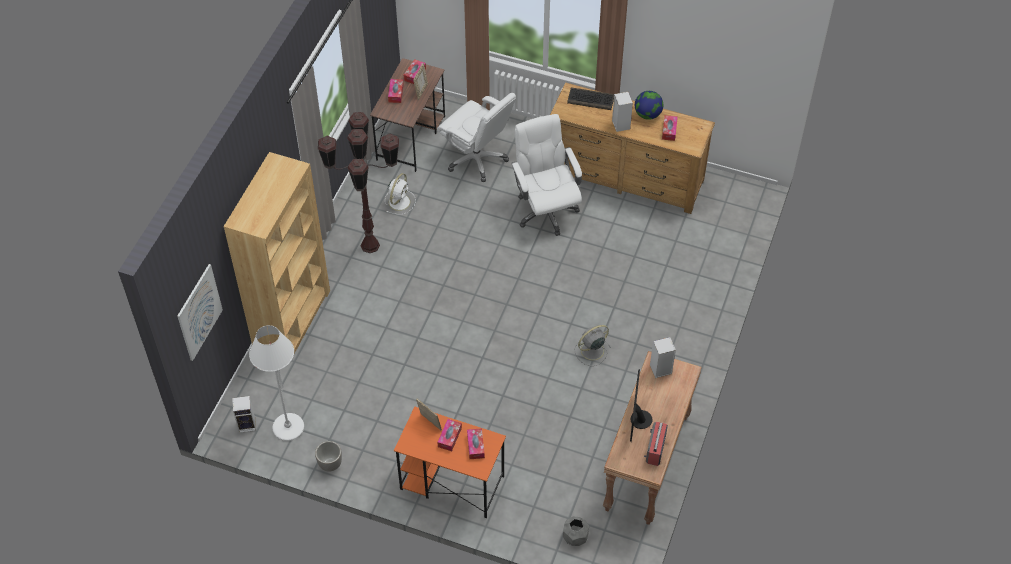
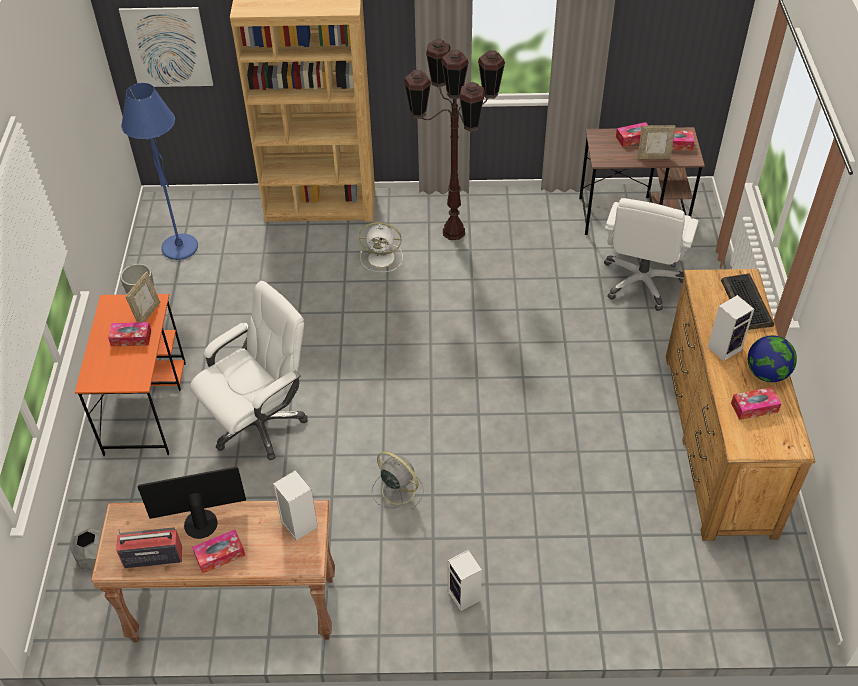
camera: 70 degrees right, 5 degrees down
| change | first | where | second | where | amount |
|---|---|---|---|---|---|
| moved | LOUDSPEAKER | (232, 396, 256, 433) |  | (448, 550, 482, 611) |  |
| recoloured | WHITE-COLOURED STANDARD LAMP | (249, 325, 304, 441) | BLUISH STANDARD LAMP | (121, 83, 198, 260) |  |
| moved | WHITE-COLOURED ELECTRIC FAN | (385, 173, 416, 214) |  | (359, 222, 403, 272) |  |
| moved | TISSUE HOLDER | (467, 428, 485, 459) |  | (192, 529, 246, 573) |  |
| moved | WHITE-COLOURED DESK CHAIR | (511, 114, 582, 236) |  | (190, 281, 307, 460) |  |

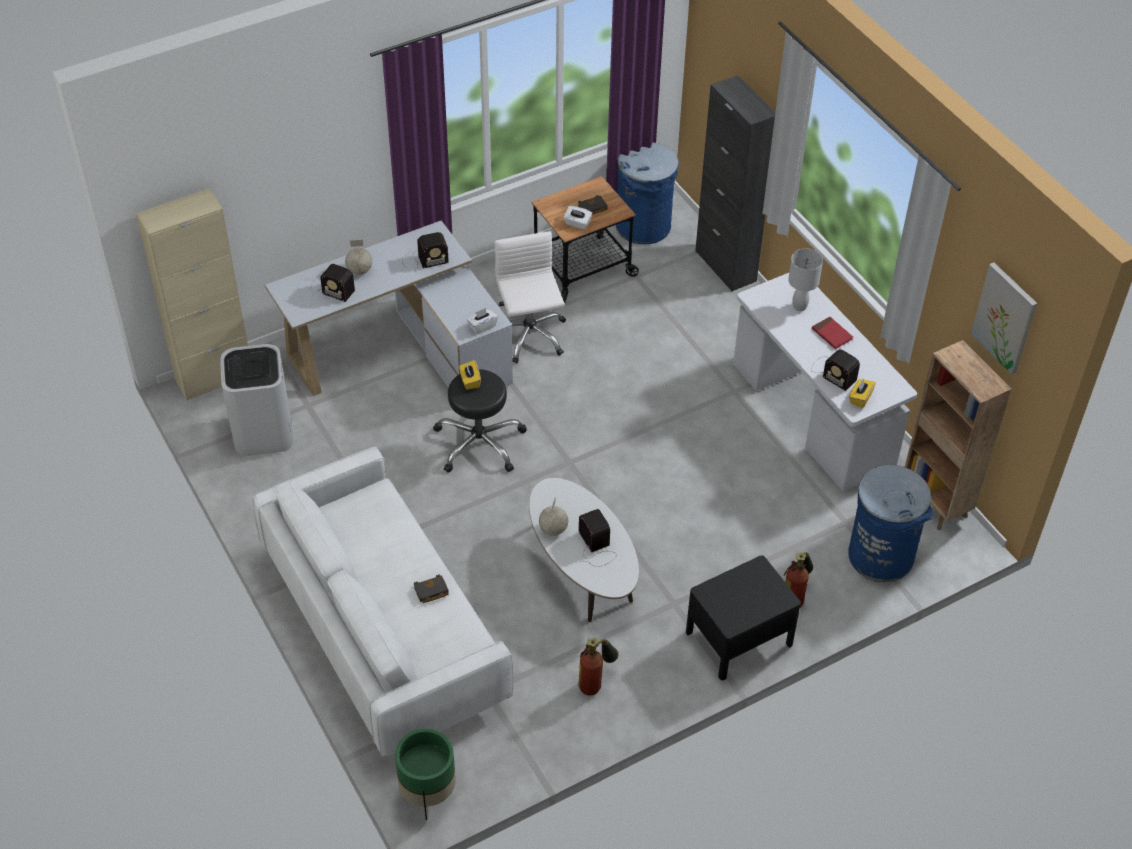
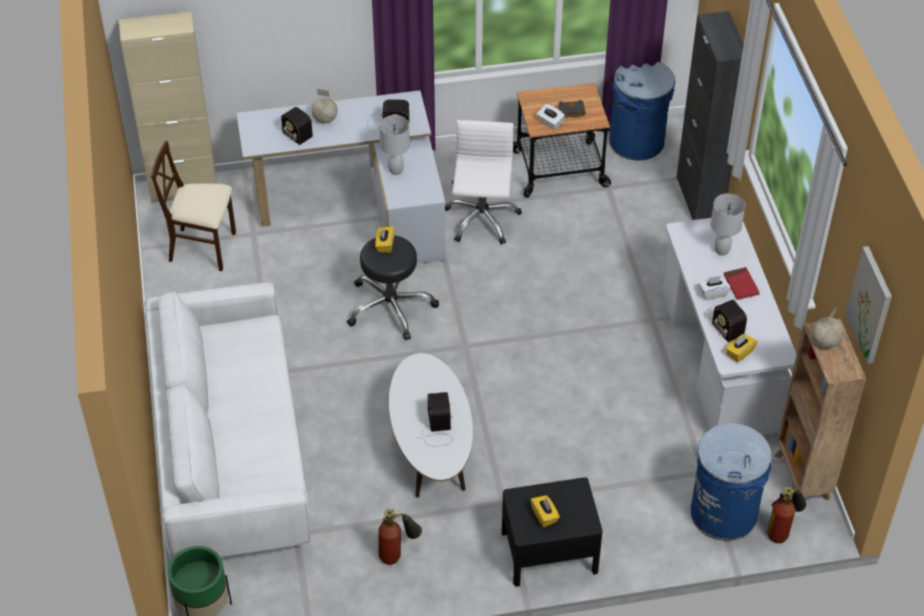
camera: 20 degrees right, 0 degrees up
| change | first | where | second | where | amount |
|---|---|---|---|---|---|
| replaced | WHITE-COLOURED WASTE BIN | (220, 344, 293, 456) | BEIGE-COLOURED CHAIR | (151, 141, 236, 271) |  |
| removed | BLACK BOOK | (414, 574, 449, 603) |  |  |  |
| moved | WHITE-COLOURED TISSUE HOLDER | (467, 308, 498, 334) |  | (699, 276, 731, 300) |  |
| moved | DESK GLOBE | (539, 496, 568, 536) |  | (812, 308, 844, 348) |  |
| moved | FIRE-FIGHTING CYLINDER | (784, 552, 813, 608) |  | (767, 487, 806, 543) |  |
| added |  |  | WHITE-COLOURED TABLE LAMP | (379, 115, 410, 175) |  |
| added |  |  | YELLOW TISSUE HOLDER | (531, 495, 560, 527) |  |

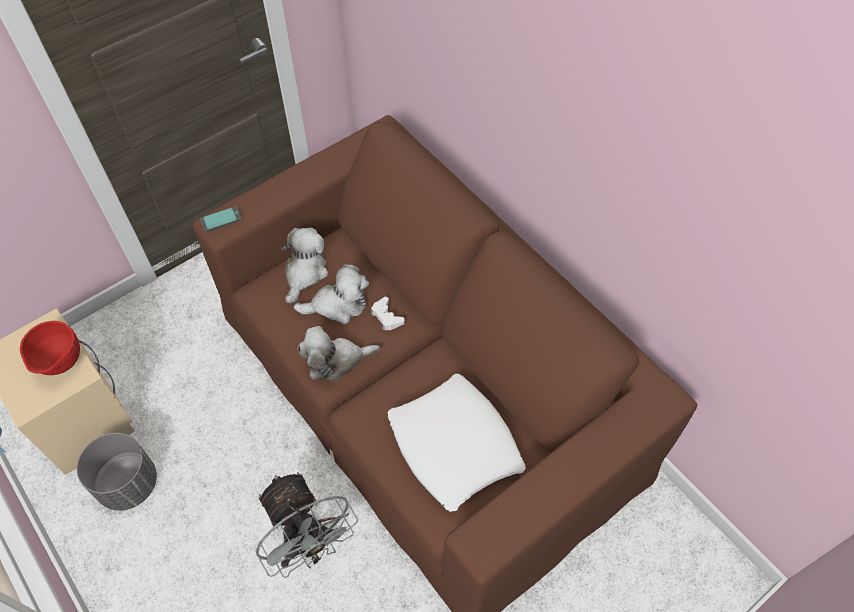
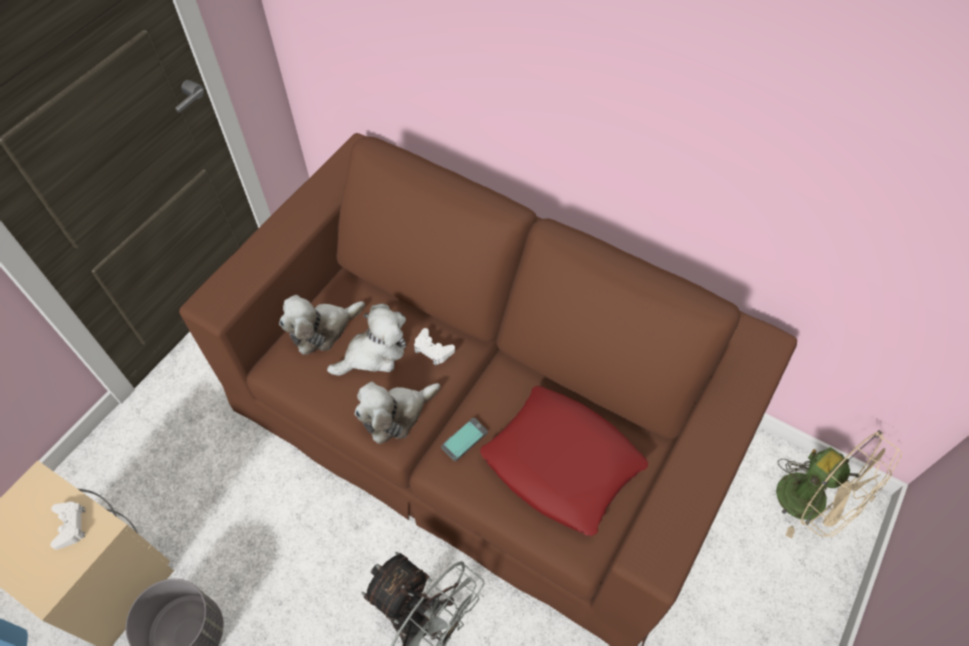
camera: 20 degrees left, 0 degrees up
| change | first | where | second | where | amount |
|---|---|---|---|---|---|
| replaced | RED-COLOURED BOWL | (20, 321, 80, 375) | WHITE-COLOURED GAMEPAD | (50, 501, 85, 550) |  |
| moved | TELEPHONE | (200, 206, 242, 232) |  | (441, 418, 488, 461) |  |
| turned | PLUSH TOY | (281, 227, 328, 304) |  | (279, 295, 365, 355) | 120 degrees counterclockwise |
| recoloured | WHITE-COLOURED THROW PILLOW | (388, 374, 526, 512) | RED-COLOURED THROW PILLOW | (480, 386, 648, 536) |  |
| added |  |  | BEIGE-COLOURED ELECTRIC FAN | (776, 430, 902, 538) |  |

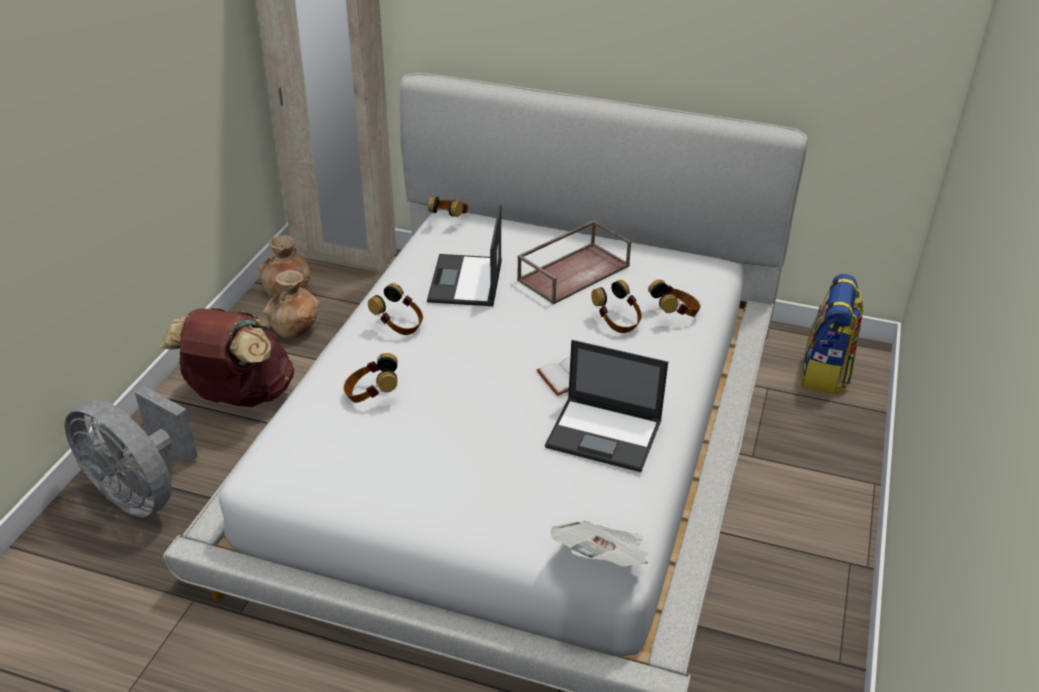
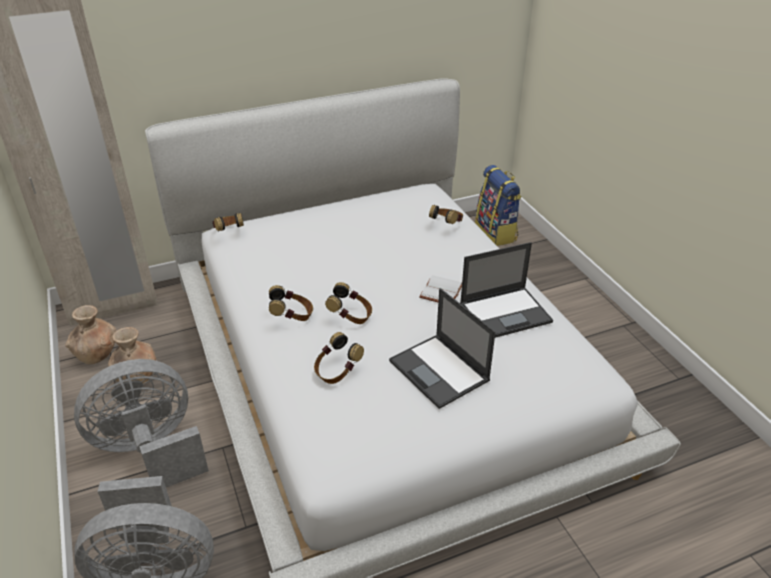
camera: 40 degrees left, 0 degrees up
| change | first | where | second | where | amount |
|---|---|---|---|---|---|
| replaced | BROWN BACKPACK | (160, 307, 294, 407) | GRAY ELECTRIC FAN | (74, 359, 209, 487) |  |
| moved | PORTABLE COMPUTER | (427, 204, 502, 306) |  | (389, 288, 496, 409) |  |
| removed | BROWN TRAY | (517, 220, 631, 305) |  |  |  |
| removed | DAILY PAPER | (551, 520, 648, 567) |  |  |  |
| moved | PAIR OF HEADPHONES | (591, 280, 642, 333) |  | (325, 282, 372, 324) |  |

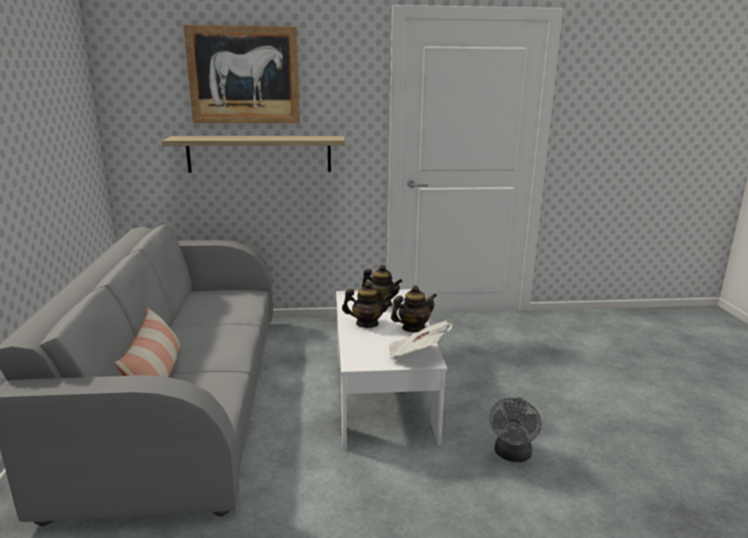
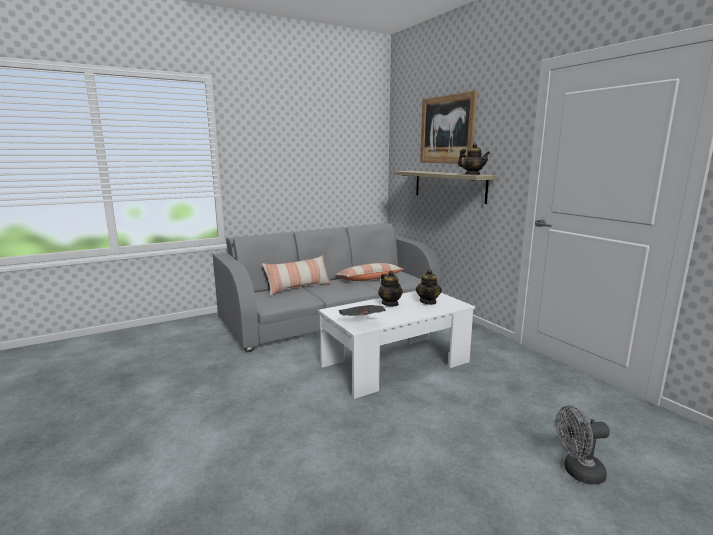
camera: 65 degrees right, 5 degrees down
| change | first | where | second | where | amount |
|---|---|---|---|---|---|
| moved | POT FOR TEA | (391, 285, 437, 332) |  | (458, 143, 490, 175) |  |
| moved | GRAY ELECTRIC FAN | (489, 397, 542, 462) |  | (556, 405, 610, 485) |  |
| added |  |  | THROW PILLOW | (335, 263, 404, 281) |  |

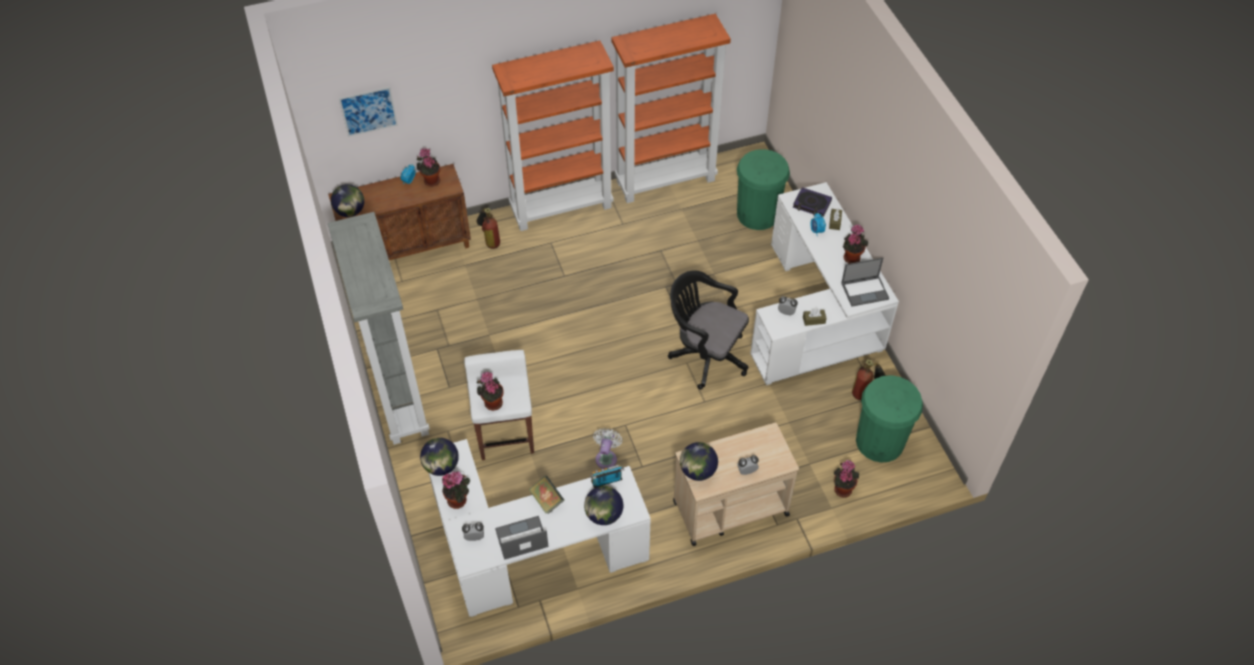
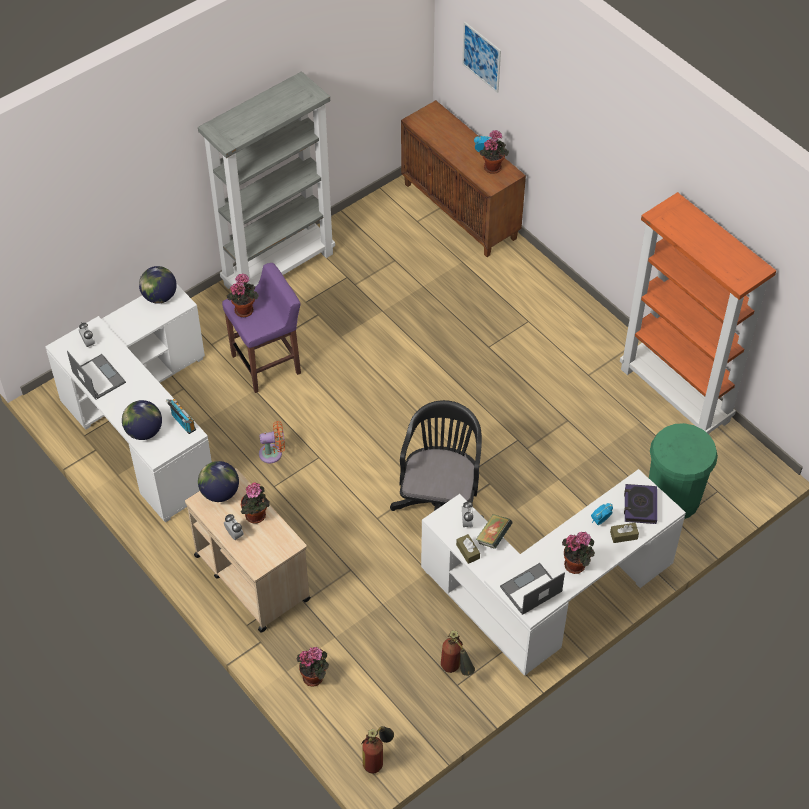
camera: 70 degrees right, 0 degrees up
| change | first | where | second | where | amount |
|---|---|---|---|---|---|
| removed | DESK GLOBE | (331, 184, 364, 217) |  |  |  |
| moved | HOUSEPLANT | (442, 472, 470, 509) |  | (241, 482, 270, 524) |  |
| recoloured | WHITE-COLOURED SITTING STOOL | (464, 350, 534, 460) | PURPLE-COLOURED SITTING STOOL | (222, 263, 301, 393) |  |
| moved | FIRE-FIGHTING CYLINDER | (477, 208, 500, 249) |  | (361, 726, 394, 774) |  |
| removed | ORANGEY BOOKSHELF | (492, 40, 614, 231) |  |  |  |
| moved | BOOK | (529, 476, 564, 514) |  | (476, 514, 513, 549) |  |
| recoloured | WHITE-COLOURED ELECTRIC FAN | (593, 428, 622, 469) | ORANGEY ELECTRIC FAN | (259, 421, 285, 463) |  |
| turned | PORTABLE COMPUTER | (841, 258, 889, 307) |  | (500, 563, 565, 615) | 90 degrees clockwise |
| removed | GREEN WASTE BIN | (856, 375, 923, 462) |  |  |  |

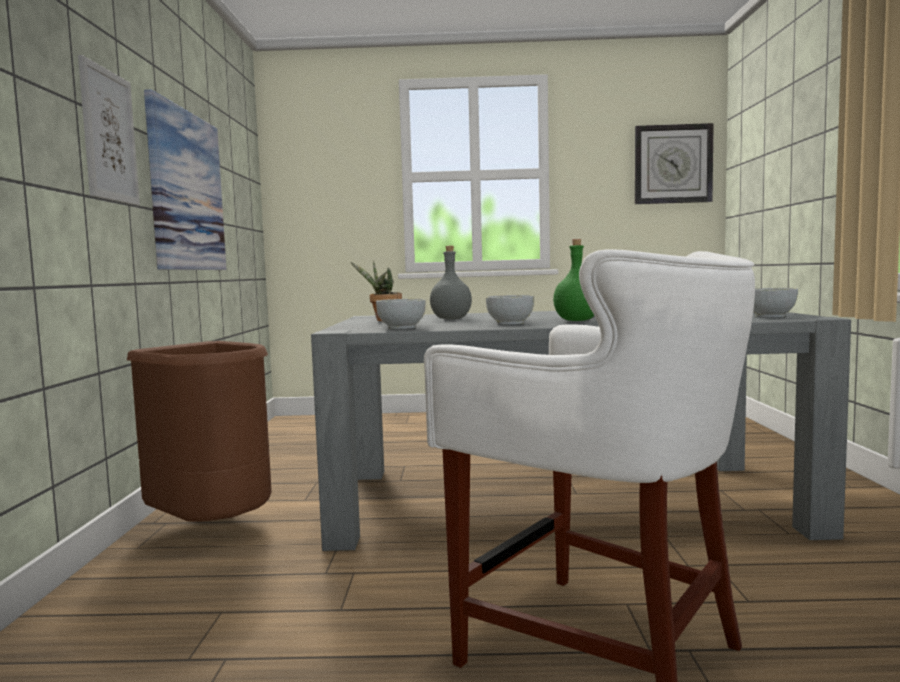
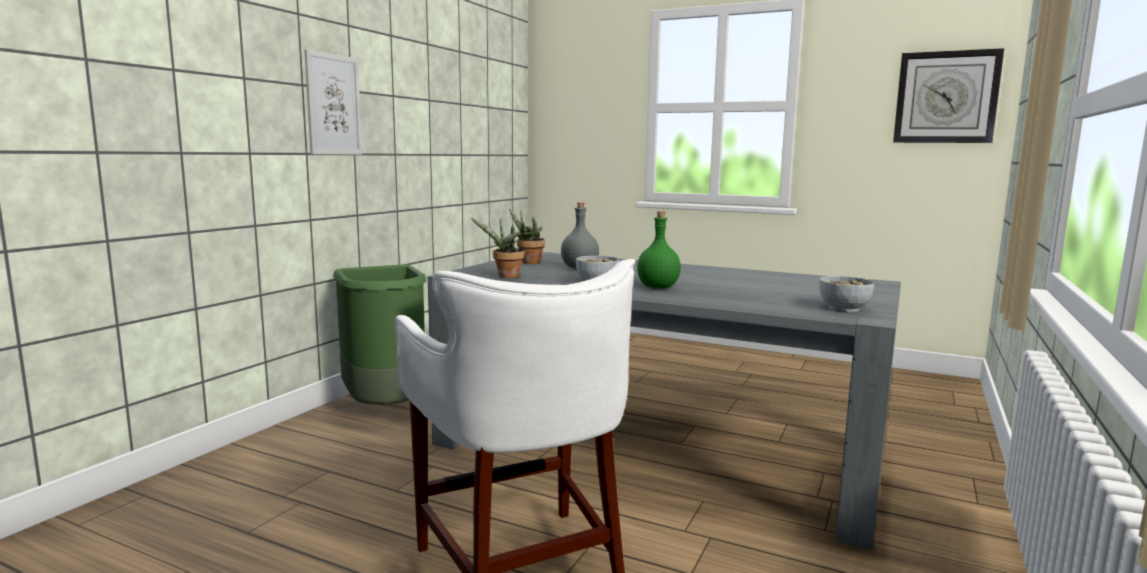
camera: 25 degrees right, 5 degrees up
| change | first | where | second | where | amount |
|---|---|---|---|---|---|
| recoloured | BROWN WASTE BIN | (127, 341, 272, 522) | GREEN WASTE BIN | (333, 265, 426, 405) |  |
| removed | PICTURE | (144, 89, 226, 270) |  |  |  |
| replaced | BOWL | (376, 299, 426, 329) | HOUSEPLANT | (471, 218, 525, 278) |  |

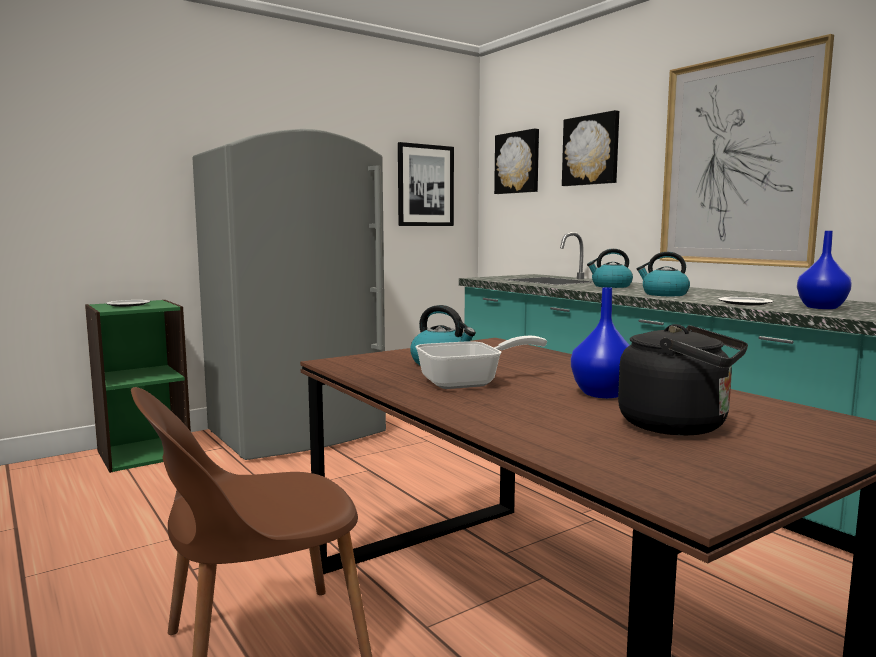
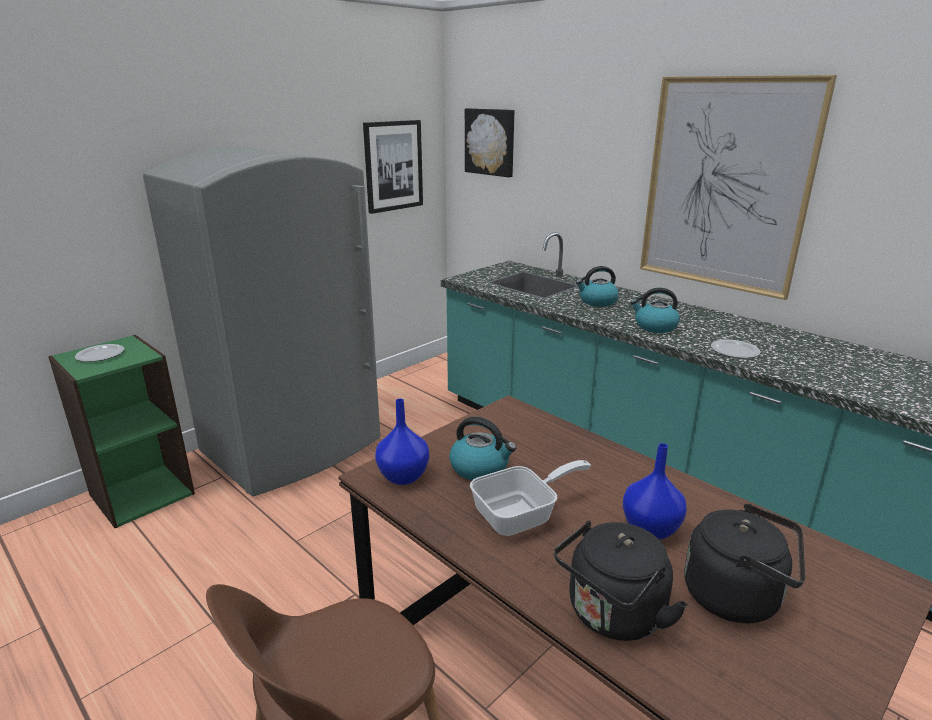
camera: 10 degrees left, 15 degrees up
| change | first | where | second | where | amount |
|---|---|---|---|---|---|
| removed | PICTURE | (562, 110, 619, 186) |  |  |  |
| moved | BLUISH FLOWER VASE | (797, 231, 852, 309) |  | (375, 399, 429, 485) |  |
| added |  |  | BLACK KETTLE | (554, 520, 688, 641) |  |

